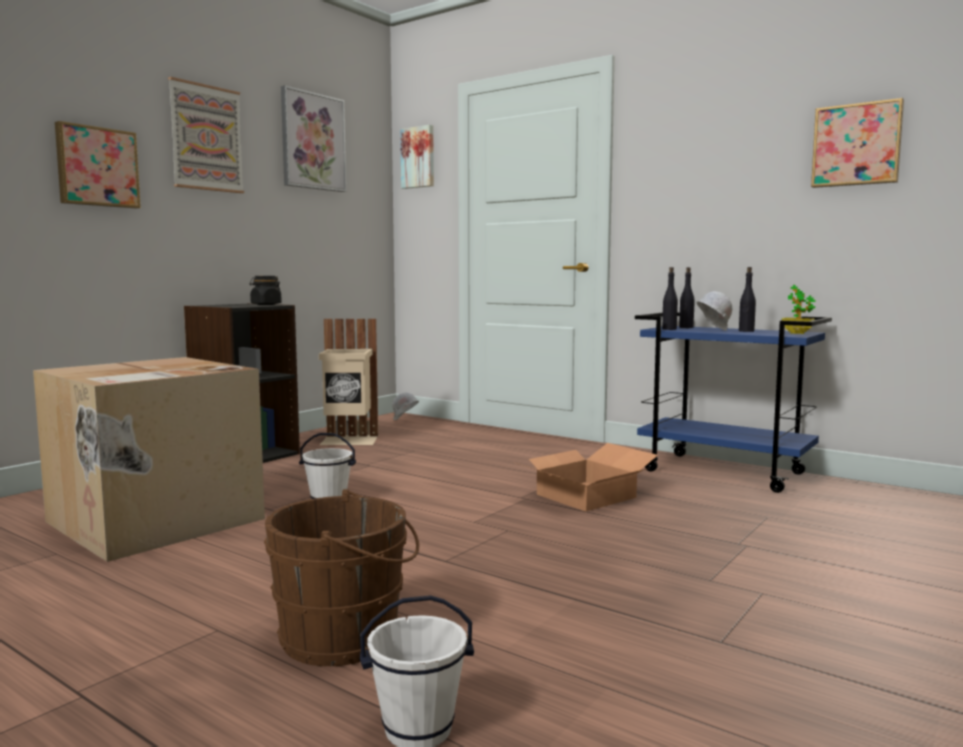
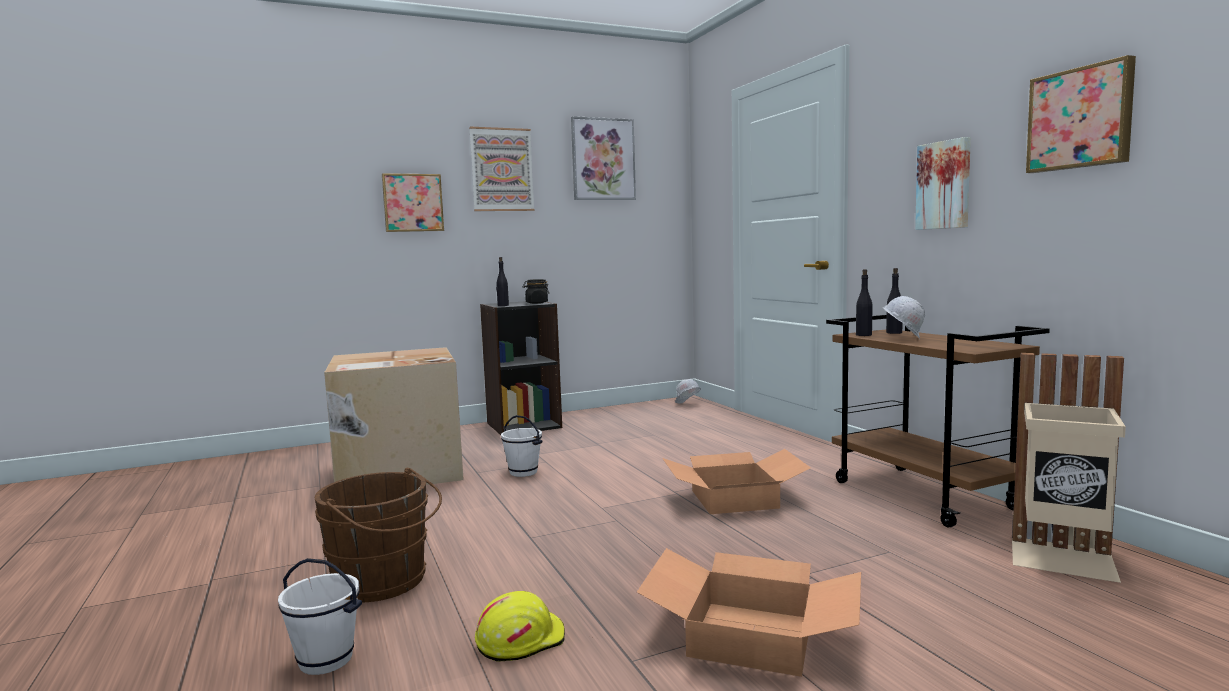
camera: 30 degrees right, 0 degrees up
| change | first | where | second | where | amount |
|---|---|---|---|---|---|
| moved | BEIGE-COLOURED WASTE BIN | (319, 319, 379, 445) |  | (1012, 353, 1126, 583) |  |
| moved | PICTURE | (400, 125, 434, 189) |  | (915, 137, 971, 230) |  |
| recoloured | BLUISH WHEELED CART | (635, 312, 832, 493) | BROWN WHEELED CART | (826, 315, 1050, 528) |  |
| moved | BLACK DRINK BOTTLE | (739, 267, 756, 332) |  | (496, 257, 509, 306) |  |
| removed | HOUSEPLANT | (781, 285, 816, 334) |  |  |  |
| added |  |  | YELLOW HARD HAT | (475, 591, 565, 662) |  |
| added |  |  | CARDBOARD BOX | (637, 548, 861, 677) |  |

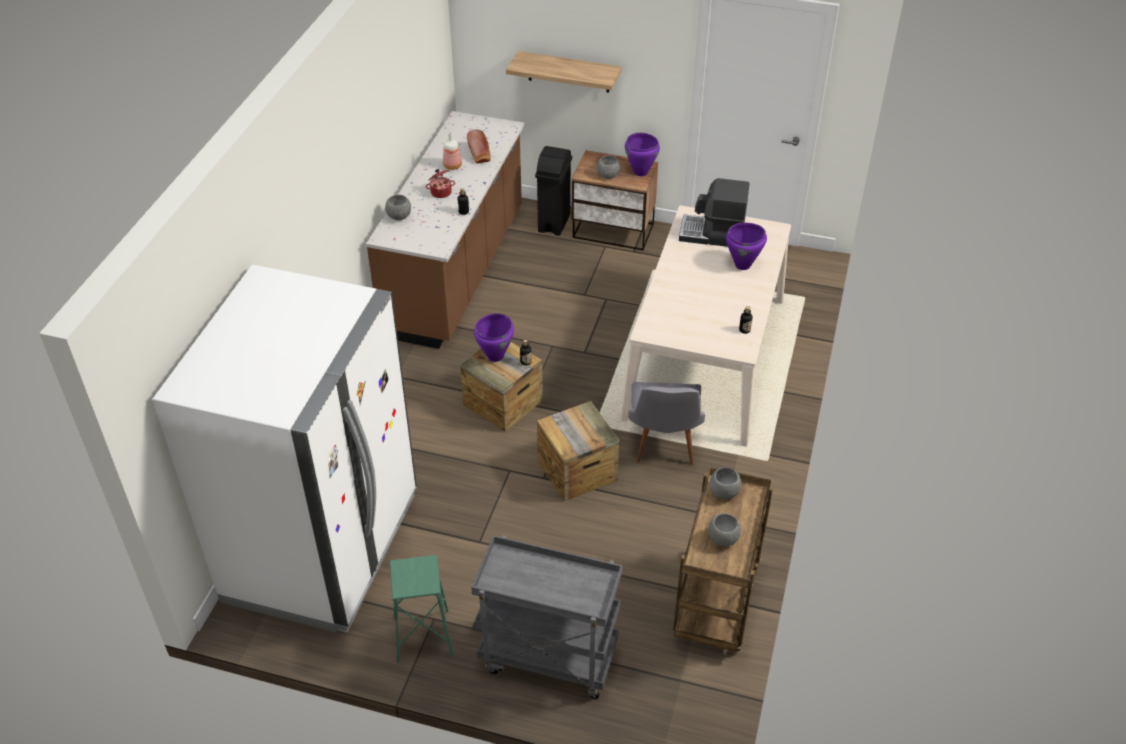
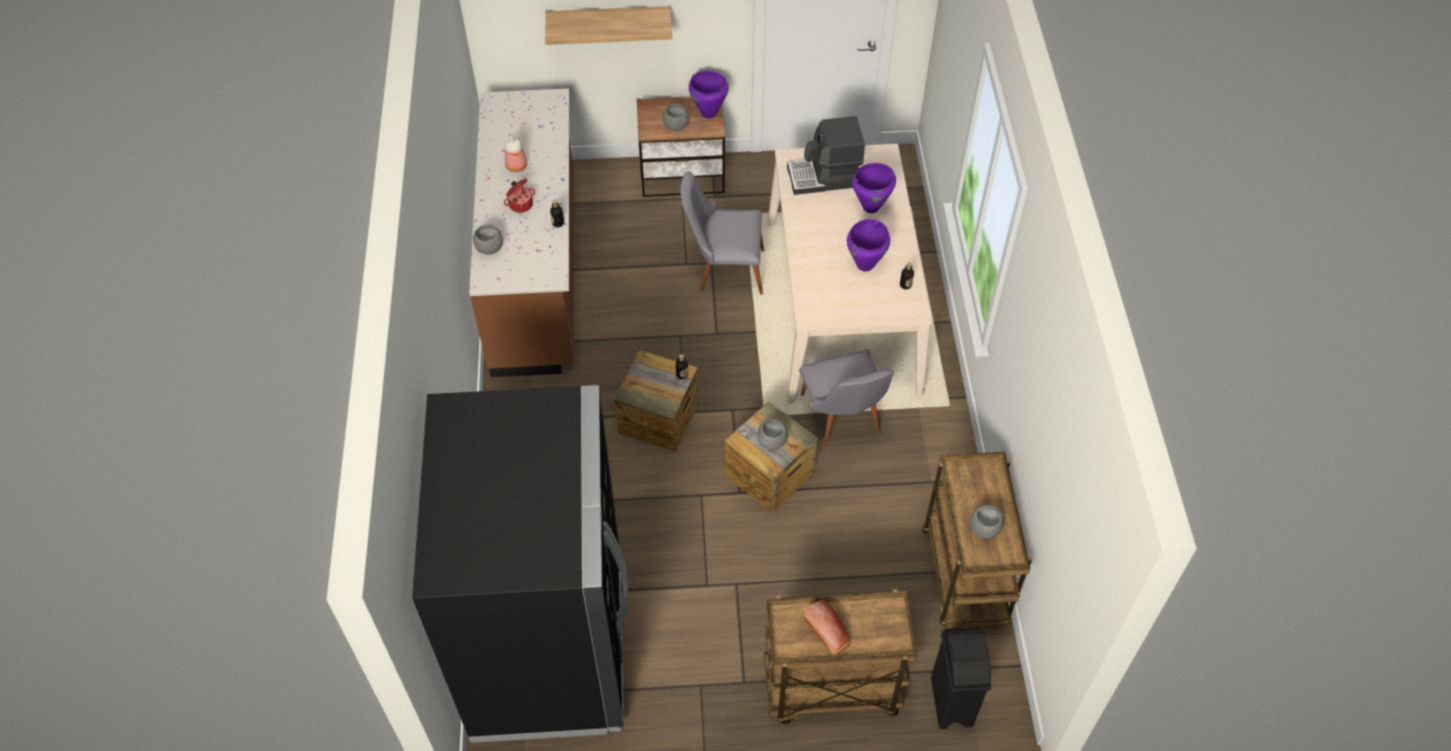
camera: 20 degrees left, 10 degrees up
| change | first | where | second | where | amount |
|---|---|---|---|---|---|
| recoloured | WHITE-COLOURED KITCHEN FRIDGE | (152, 265, 417, 633) | BLACK KITCHEN FRIDGE | (412, 385, 628, 743) |  |
| removed | GREEN SITTING STOOL | (390, 555, 453, 663) |  |  |  |
| moved | BREAD | (467, 129, 491, 164) |  | (804, 600, 851, 655) |  |
| recoloured | GRAY WHEELED CART | (471, 535, 623, 699) | BROWN WHEELED CART | (764, 589, 917, 724) |  |
| moved | PURPLE-COLOURED COOKING POT | (474, 313, 514, 362) |  | (847, 219, 890, 271) |  |
| moved | BLACK WASTE BIN | (535, 146, 572, 236) |  | (931, 627, 991, 729) |  |
| moved | GRAY BOWL | (710, 467, 742, 499) |  | (758, 419, 788, 450) |  |
| added |  |  | GRAY CHAIR | (680, 171, 764, 295) |  |

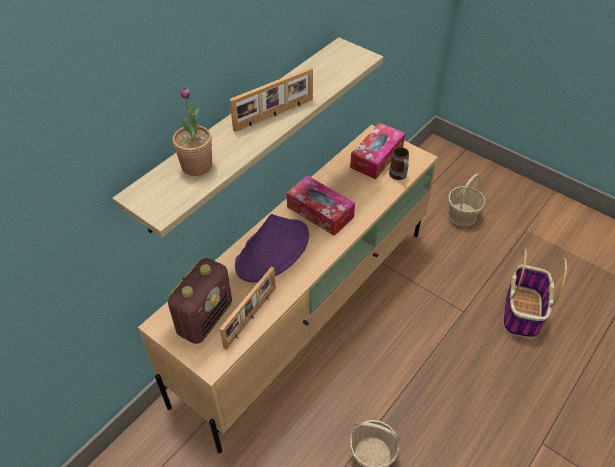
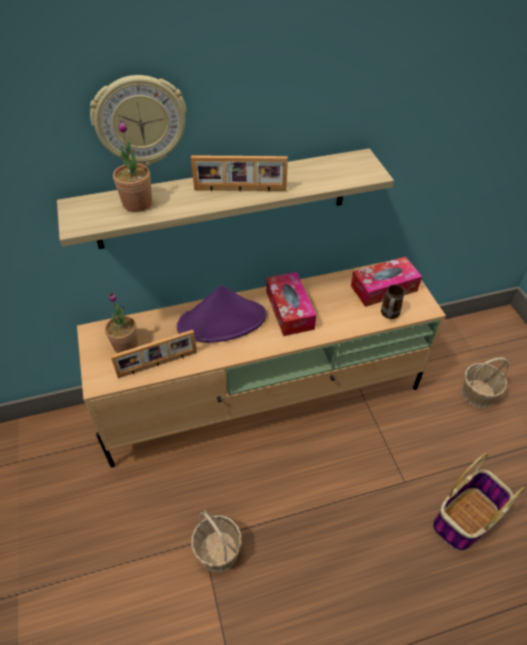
camera: 35 degrees right, 0 degrees up
| change | first | where | second | where | amount |
|---|---|---|---|---|---|
| replaced | RADIO RECEIVER | (168, 258, 232, 344) | HOUSEPLANT | (105, 292, 138, 353) |  |
| added |  |  | HANGING CLOCK | (90, 75, 186, 166) |  |

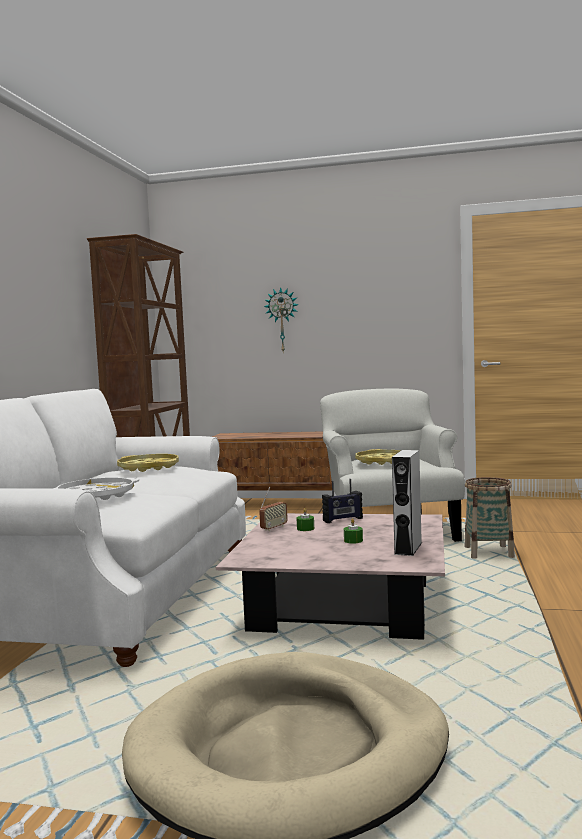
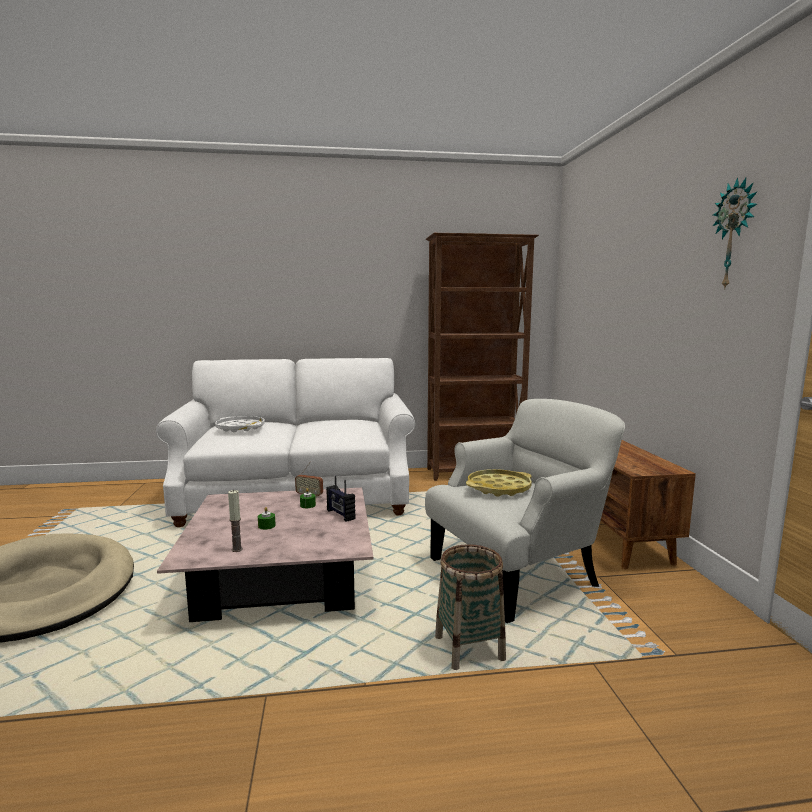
camera: 70 degrees right, 5 degrees up
| change | first | where | second | where | amount |
|---|---|---|---|---|---|
| removed | YELLOW TRAY | (117, 454, 179, 472) |  |  |  |
| moved | HANGING CLOCK | (264, 287, 299, 352) |  | (713, 178, 757, 290) |  |
| replaced | GRAY LOUDSPEAKER | (392, 450, 422, 556) | WAX LIGHT | (228, 490, 243, 552) |  |

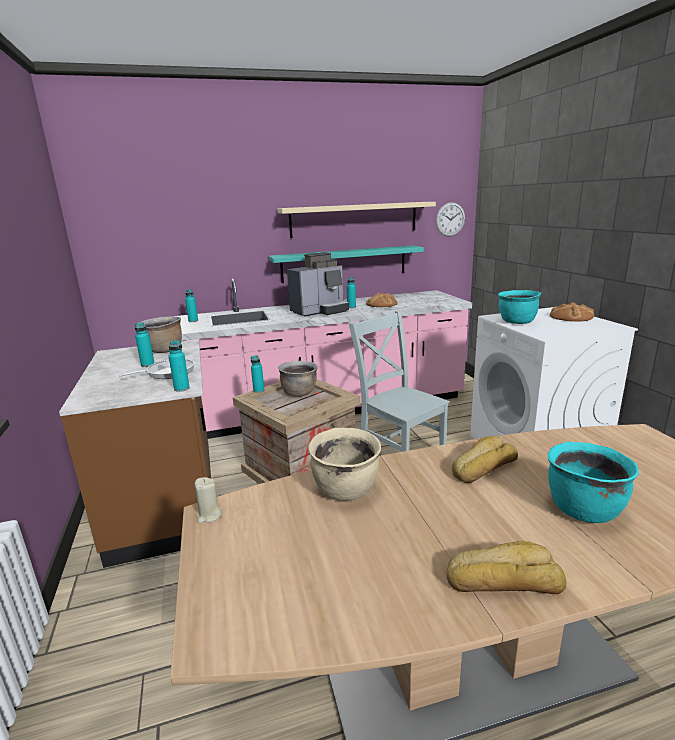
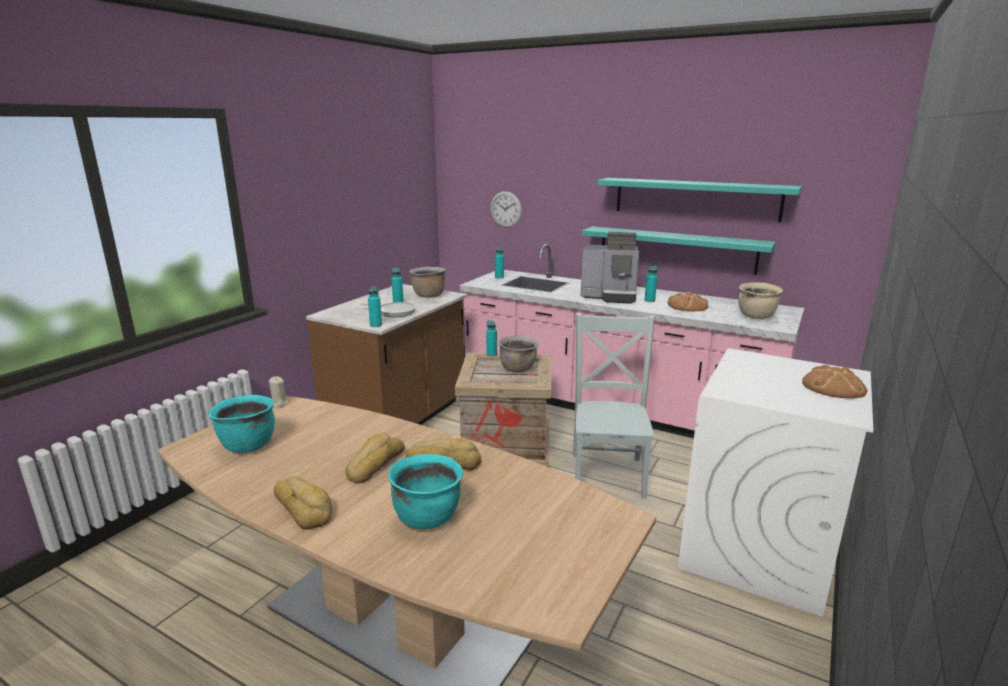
camera: 45 degrees right, 0 degrees up
| change | first | where | second | where | amount |
|---|---|---|---|---|---|
| recoloured | BEIGE-COLOURED BRACKET SHELF | (277, 202, 436, 238) | TURQUOISE BRACKET SHELF | (597, 178, 802, 222) |  |
| moved | BEIGE-COLOURED COOKING POT | (308, 427, 381, 501) |  | (738, 282, 783, 319) |  |
| moved | HANGING CLOCK | (436, 202, 465, 237) |  | (490, 191, 522, 228) |  |
| moved | TURQUOISE COOKING POT | (498, 290, 541, 324) |  | (209, 395, 275, 453) |  |
| added |  |  | BREAD | (345, 433, 405, 483) |  |

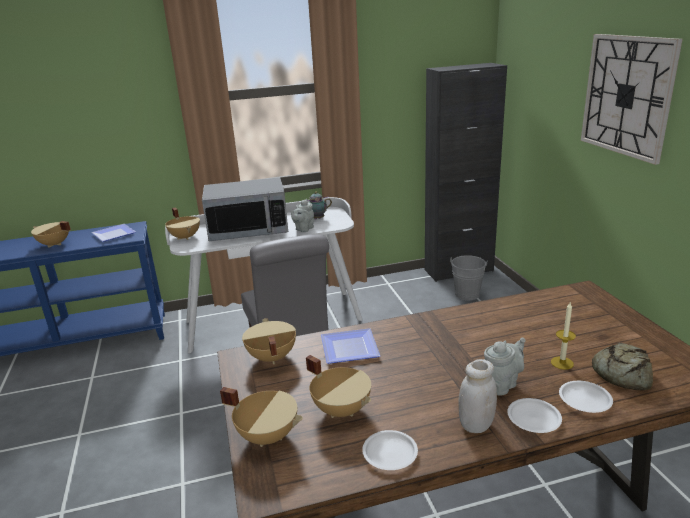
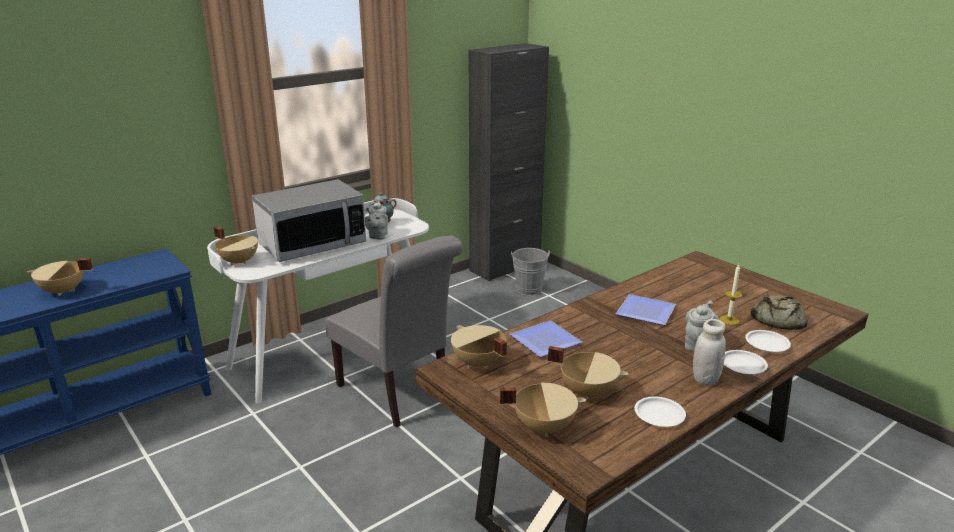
camera: 25 degrees left, 0 degrees up
| change | first | where | second | where | amount |
|---|---|---|---|---|---|
| moved | PLATE | (92, 224, 136, 242) |  | (616, 294, 676, 325) |  |
| removed | HANGING CLOCK | (581, 34, 683, 165) |  |  |  |

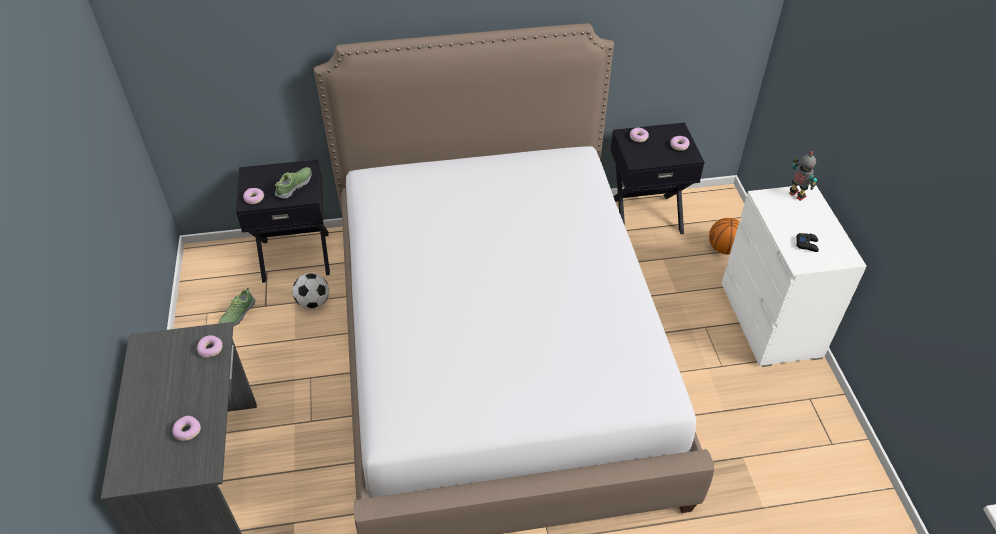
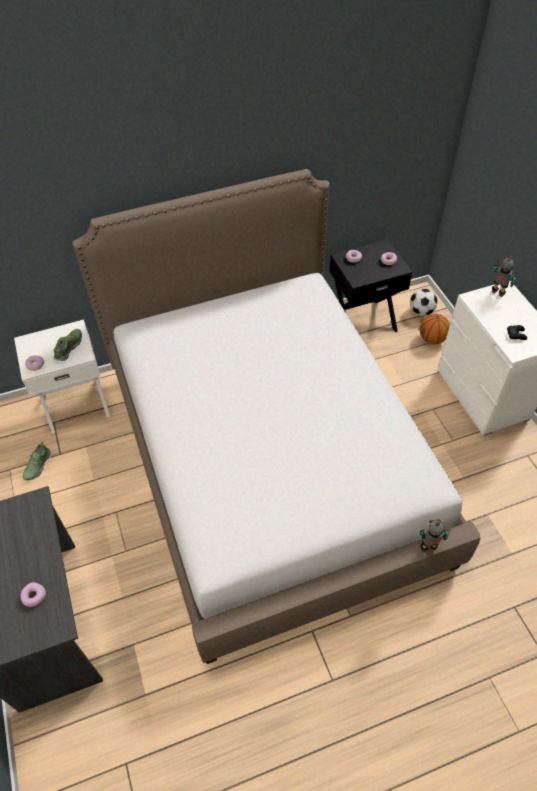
camera: 10 degrees left, 5 degrees up
| change | first | where | second | where | amount |
|---|---|---|---|---|---|
| removed | DONUT | (197, 335, 222, 357) |  |  |  |
| recoloured | BLACK NIGHT TABLE | (236, 160, 330, 283) | WHITE-COLOURED NIGHT TABLE | (14, 320, 110, 433) |  |
| moved | FOOTBALL BALL | (293, 273, 329, 309) |  | (410, 289, 438, 316) |  |
| added |  |  | MODEL ROBOT | (419, 519, 449, 552) |  |

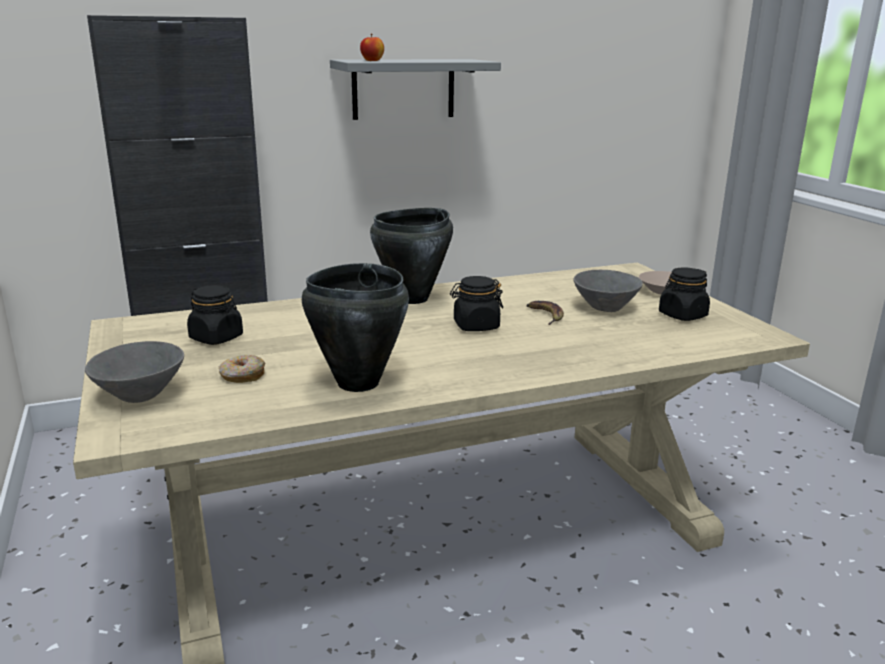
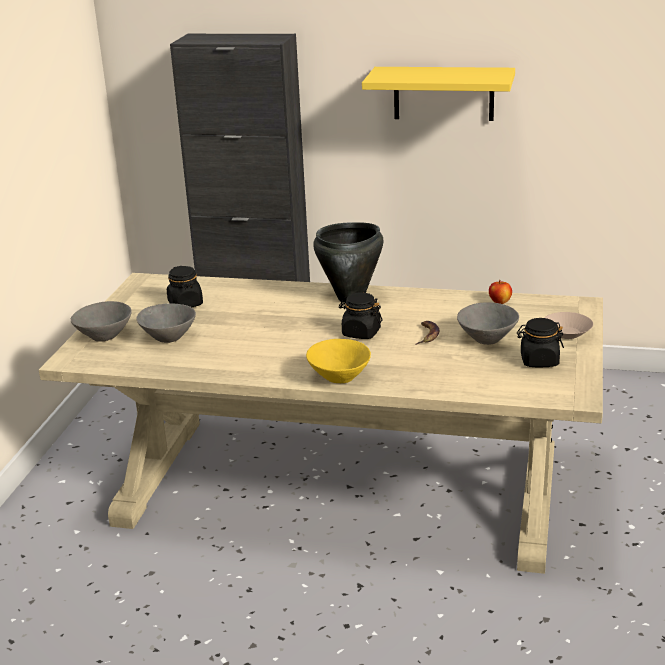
camera: 35 degrees right, 5 degrees up
| change | first | where | second | where | amount |
|---|---|---|---|---|---|
| replaced | DONUT | (219, 355, 265, 383) | GRAY BOWL | (137, 303, 196, 343) |  |
| removed | BLACK COOKING POT | (302, 263, 409, 392) |  |  |  |
| recoloured | GRAY BRACKET SHELF | (330, 59, 501, 120) | YELLOW BRACKET SHELF | (362, 67, 515, 121) |  |
| moved | WHOLE APPLE | (360, 34, 384, 61) |  | (489, 280, 512, 304) |  |
| added |  |  | YELLOW BOWL | (306, 339, 371, 383) |  |

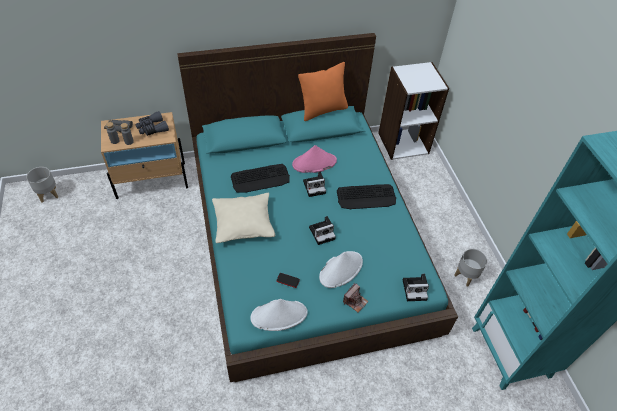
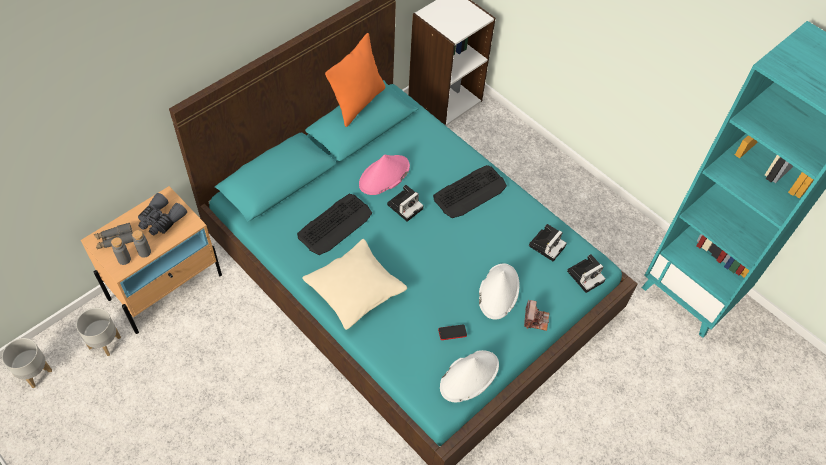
camera: 30 degrees left, 5 degrees up
| change | first | where | second | where | amount |
|---|---|---|---|---|---|
| moved | PHOTO CAMERA | (309, 216, 336, 245) |  | (529, 224, 567, 261) |  |
| moved | GRAY FLOWER POT | (454, 249, 487, 287) |  | (76, 308, 121, 356) |  |

